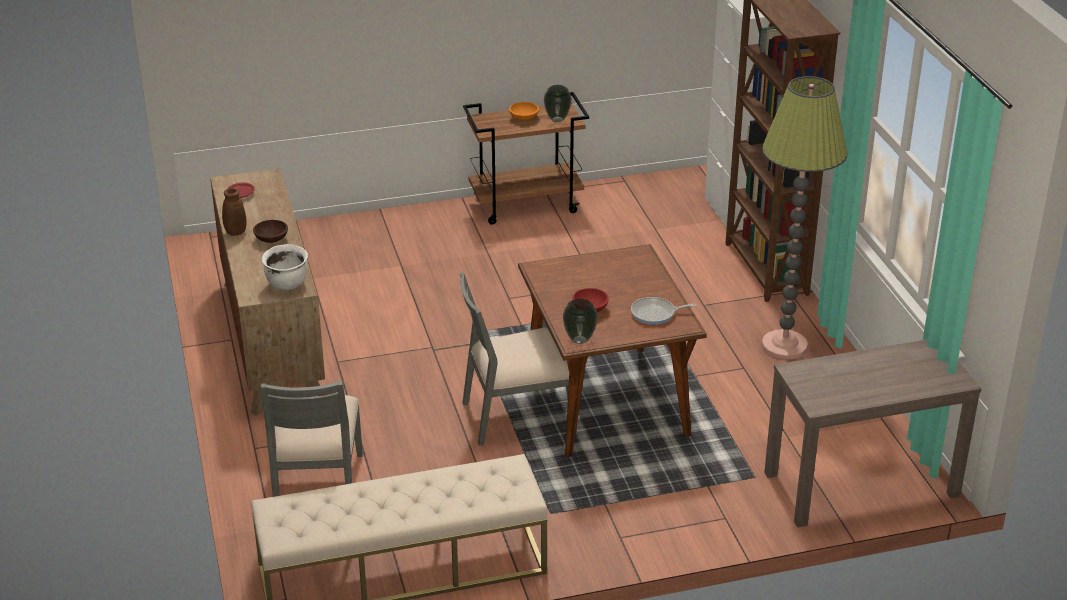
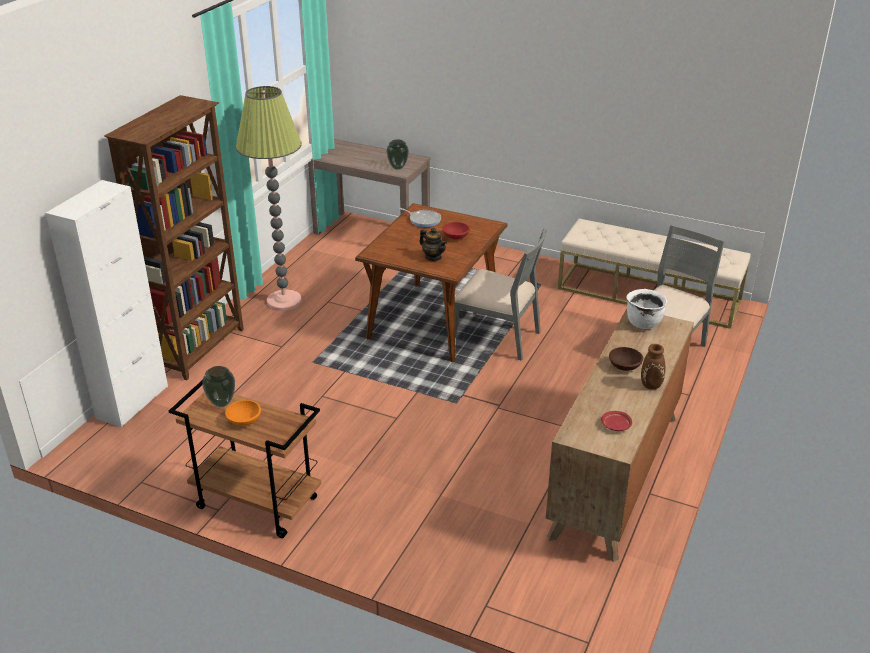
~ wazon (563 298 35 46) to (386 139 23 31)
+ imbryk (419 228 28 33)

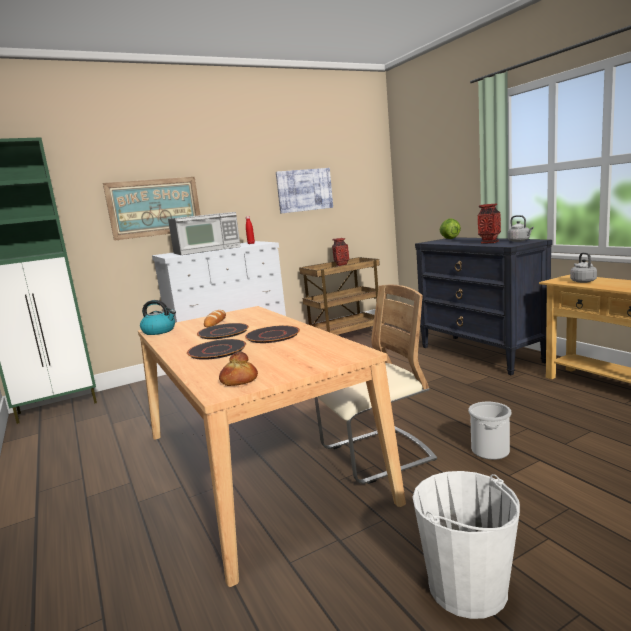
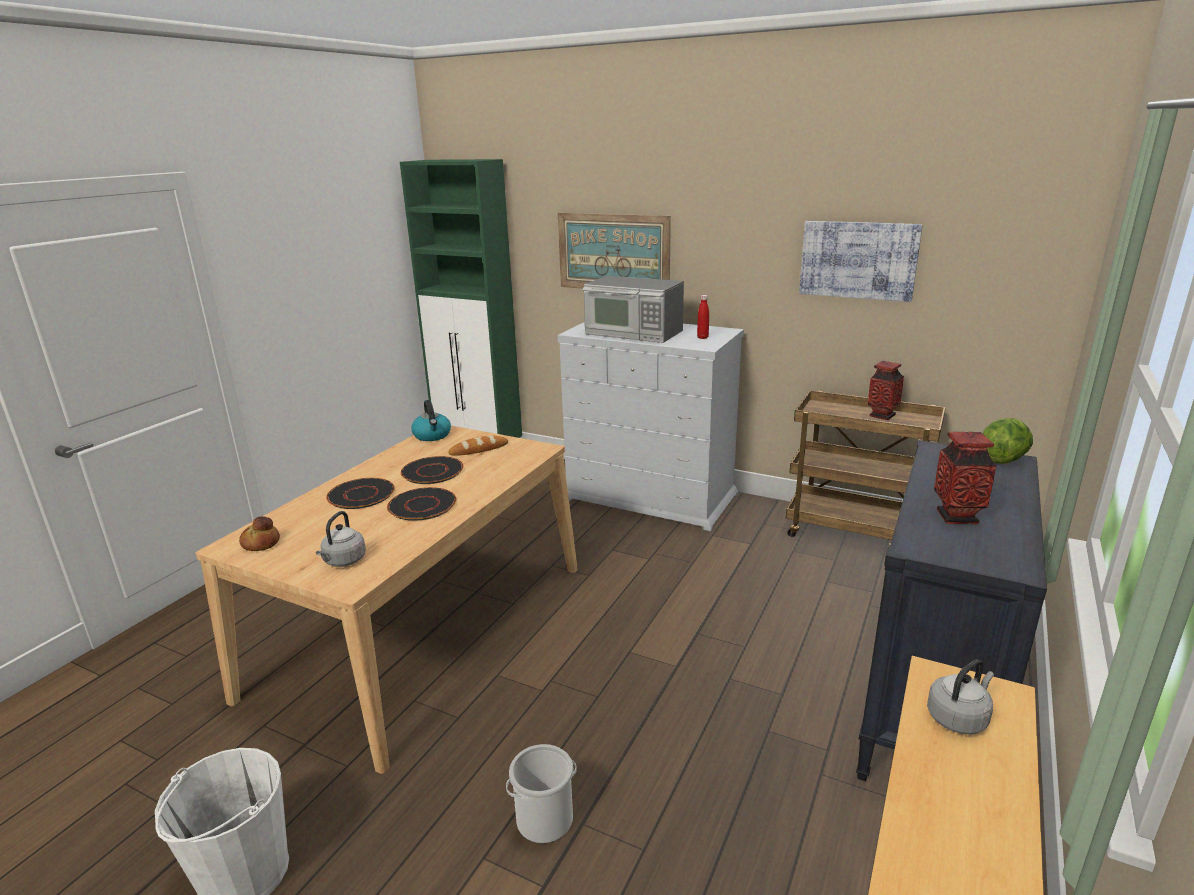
~ czajnik [szary] (508 215 26 27) to (316 511 50 56)
- krzesło [beżowy] (314 285 123 199)

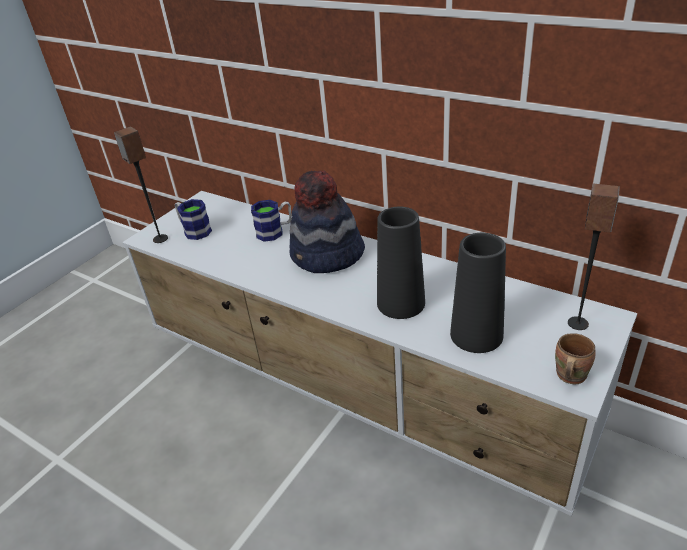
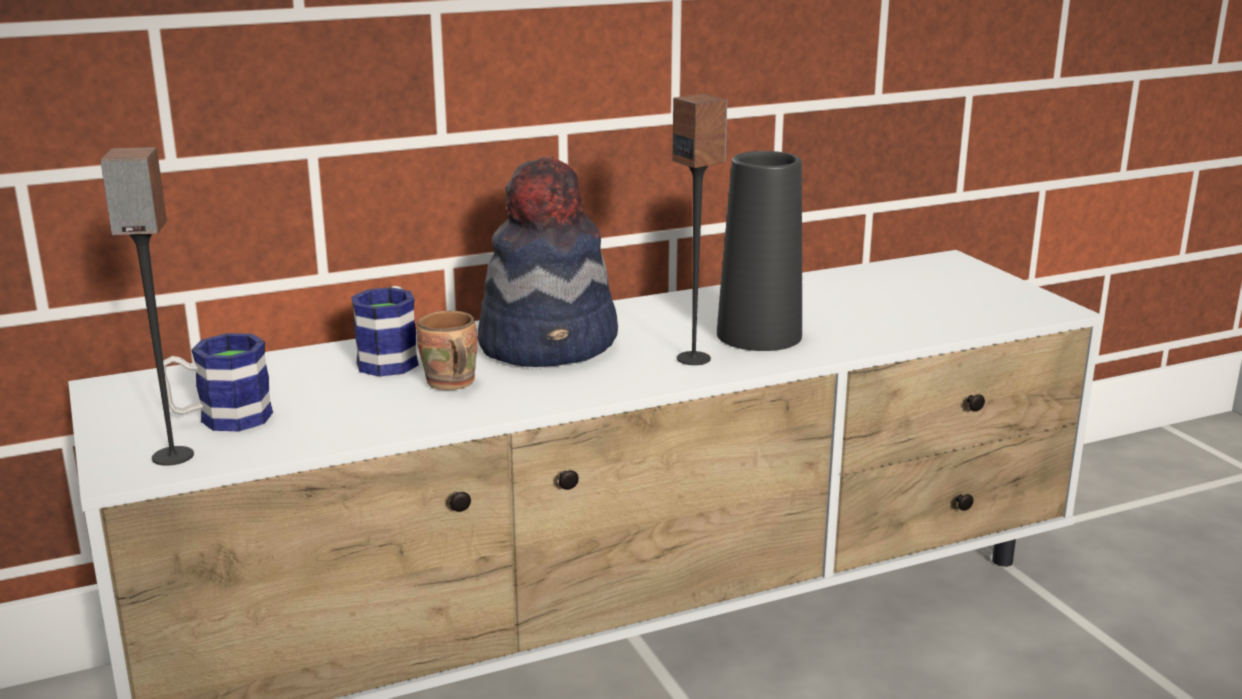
~ głośnik (568 184 52 146) to (672 94 55 271)
- wazon [czarny] (450 233 56 120)
~ kubek [brązowy] (555 333 40 51) to (417 311 61 79)

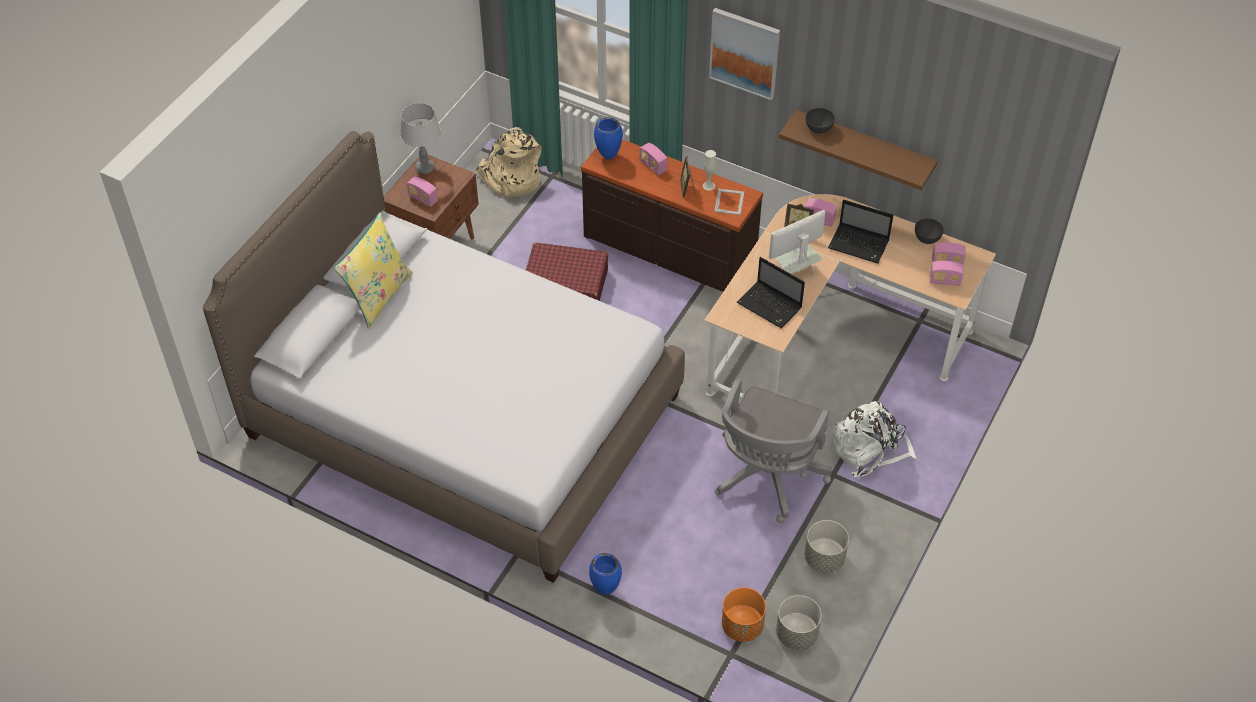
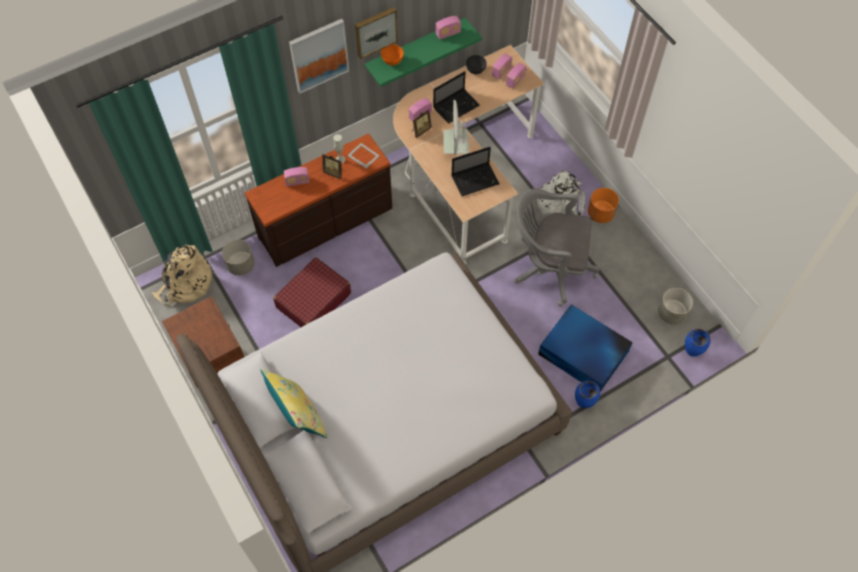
- lampa stołowa [szary] (400 103 41 71)
~ miska [szary] (806 108 29 26) to miska [pomarańczowy] (381 44 23 21)
~ półka [brązowy] (779 110 159 80) to półka [zielony] (365 18 117 69)
~ wazon [niebieski] (594 117 29 43) to (685 329 26 28)
~ radio (407 176 31 31) to (436 16 25 23)
~ krzesło biurowe [szary] (715 379 117 144) = (514 188 85 118) 135 degrees clockwise
~ donica [szary] (805 520 44 53) to (222 239 33 37)
~ donica [pomarańczowy] (722 587 44 55) to (588 188 31 35)
+ obraz (355 7 43 52)
+ pojemnik do przechowywania [niebieski] (538 304 95 88)

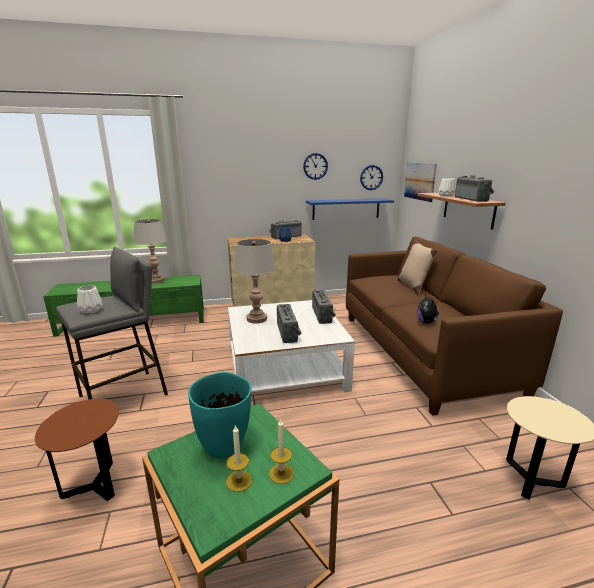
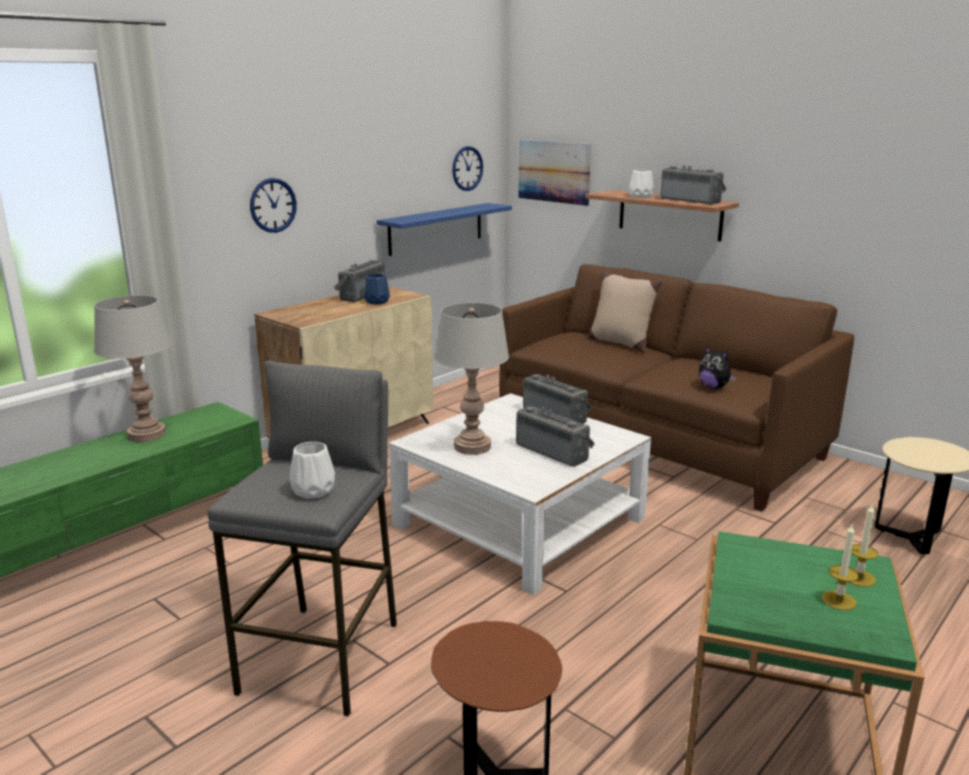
~ zegar ścienny (303 153 25 27) to (250 178 47 55)
- wazon [turkusowy] (188 372 63 86)

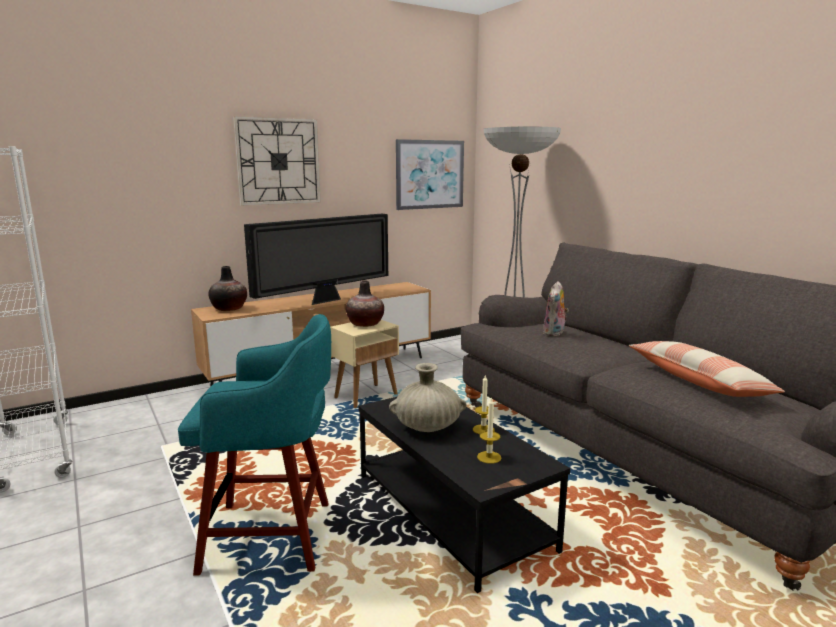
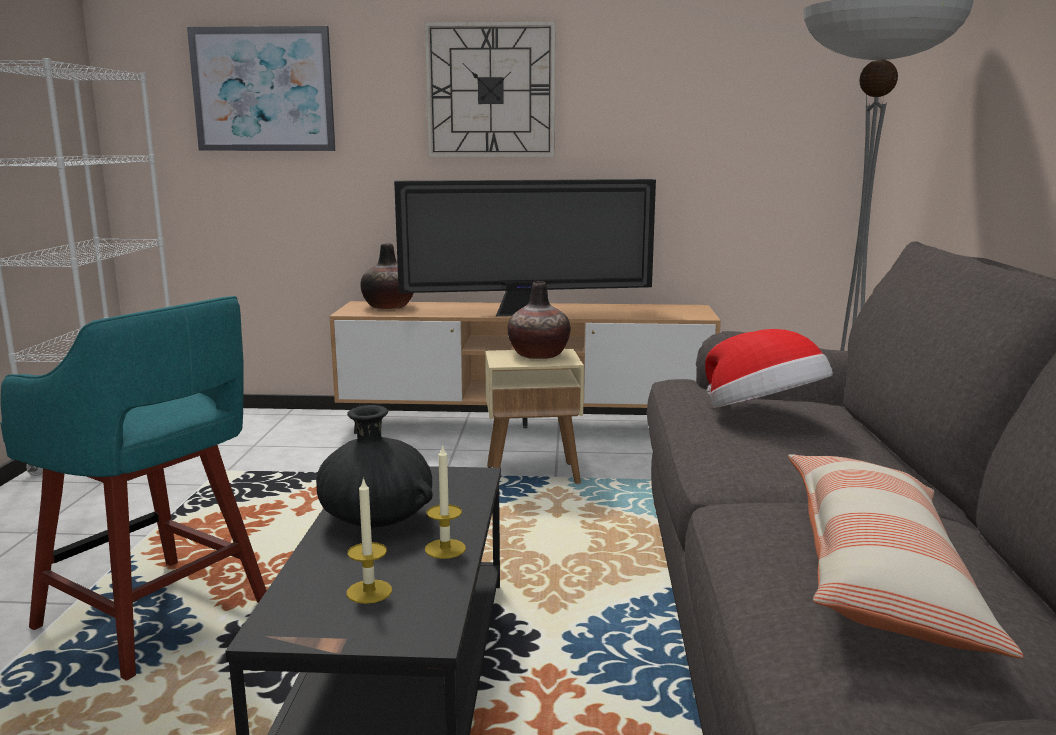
~ obraz (396 139 68 71) to (187 26 148 125)
~ pluszak (543 281 26 55) to kapelusz (705 329 128 79)
~ wazon [beżowy] (389 363 78 69) to wazon [czarny] (316 405 117 122)

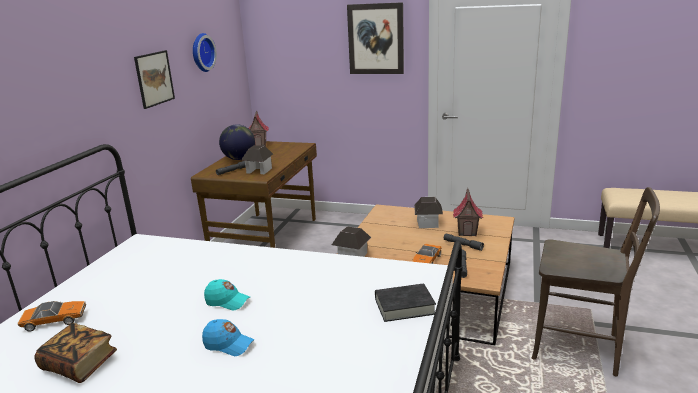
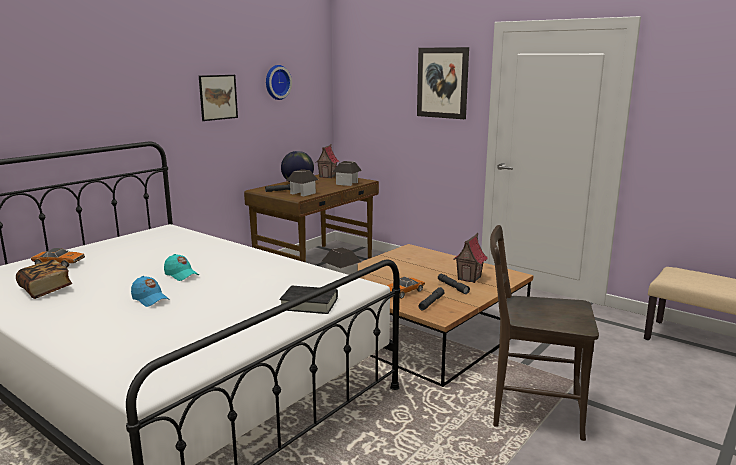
~ krzesło [brązowy] (532 187 128 190) = (490 225 109 216) 150 degrees clockwise
~ domek (414 196 29 32) to (333 161 29 25)

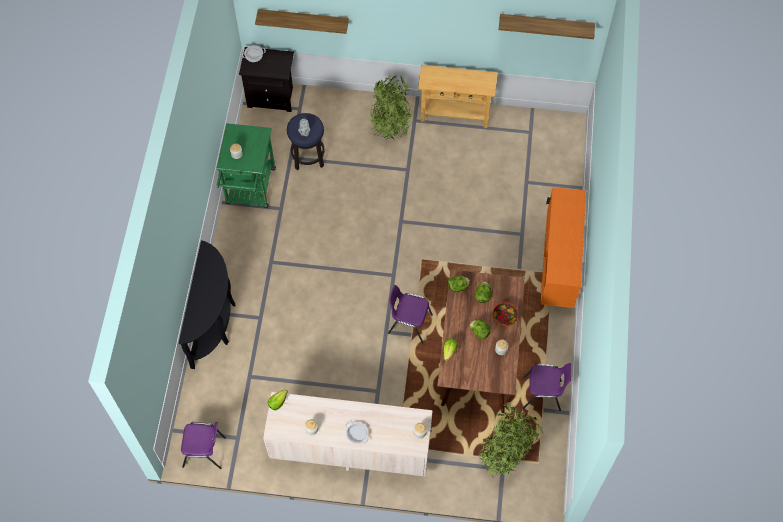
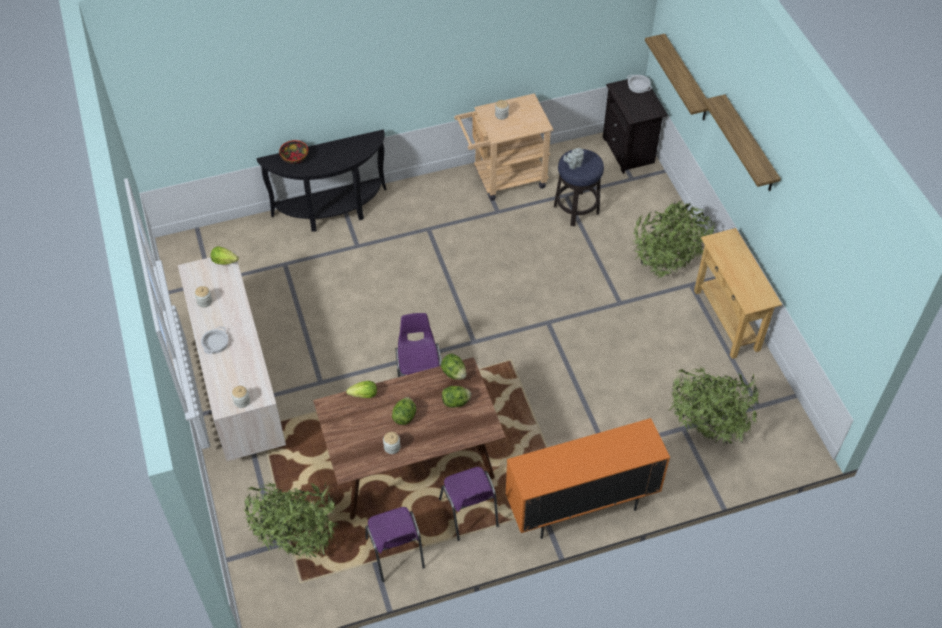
~ półka (499 14 96 25) to (703 94 78 97)
~ wózek [zielony] (216 123 60 85) to wózek [beżowy] (454 93 99 108)
~ miska (493 302 25 24) to (279 140 29 24)
~ krzesło [fioletowy] (181 422 45 47) to (439 467 60 74)
+ roślina doniczkowa (668 366 91 78)

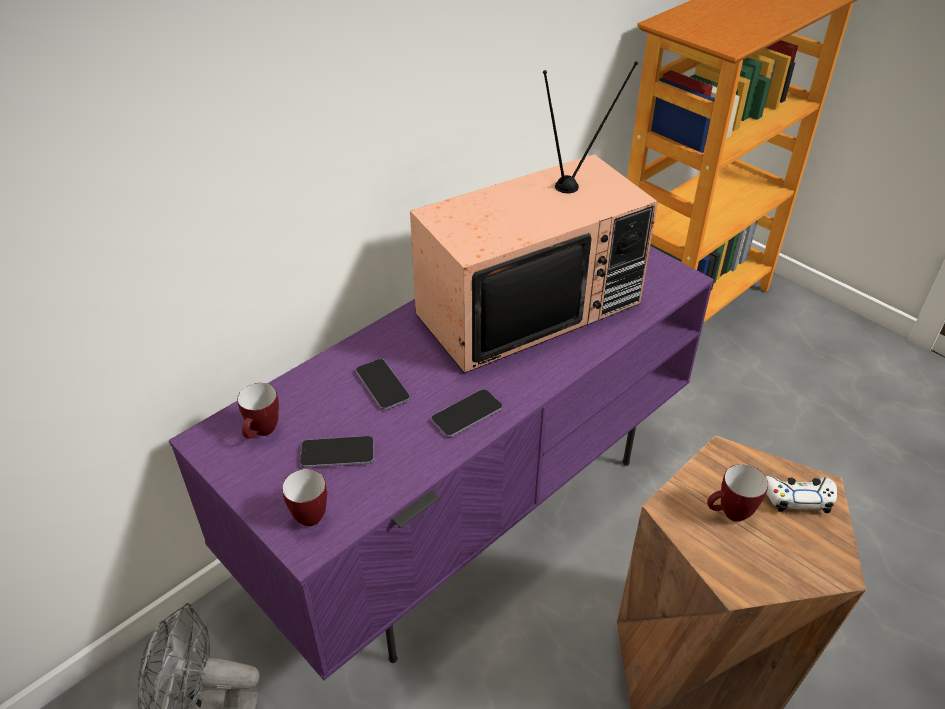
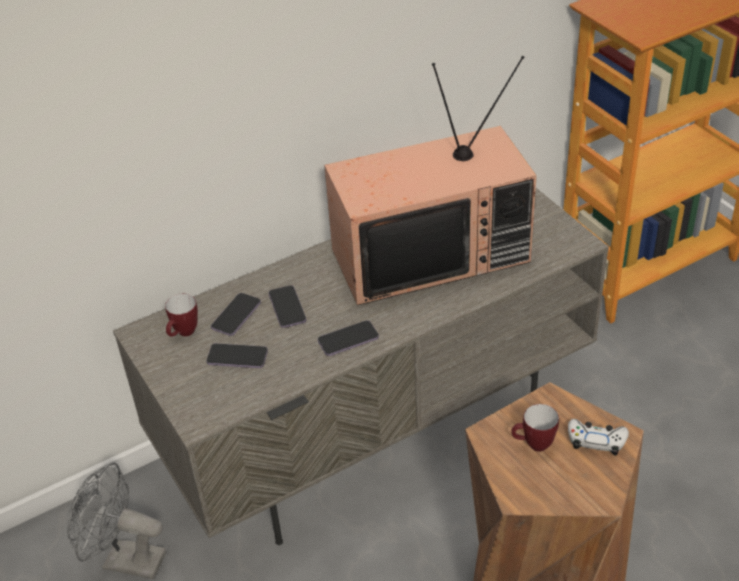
~ szafka pod telewizor [fioletowy] (169 246 545 434) to szafka pod telewizor [szary] (113 188 496 357)
- kubek (282 469 45 58)
+ telefon (211 293 50 43)

